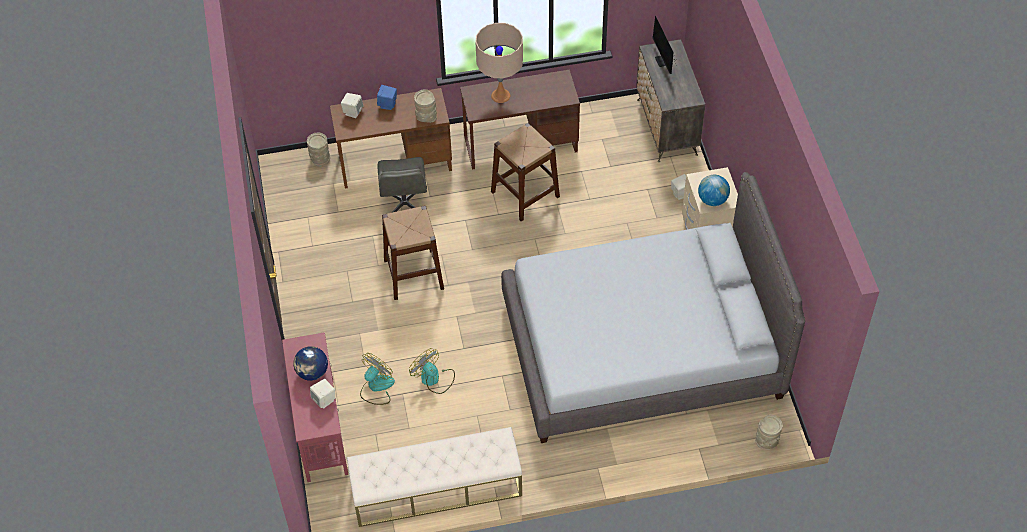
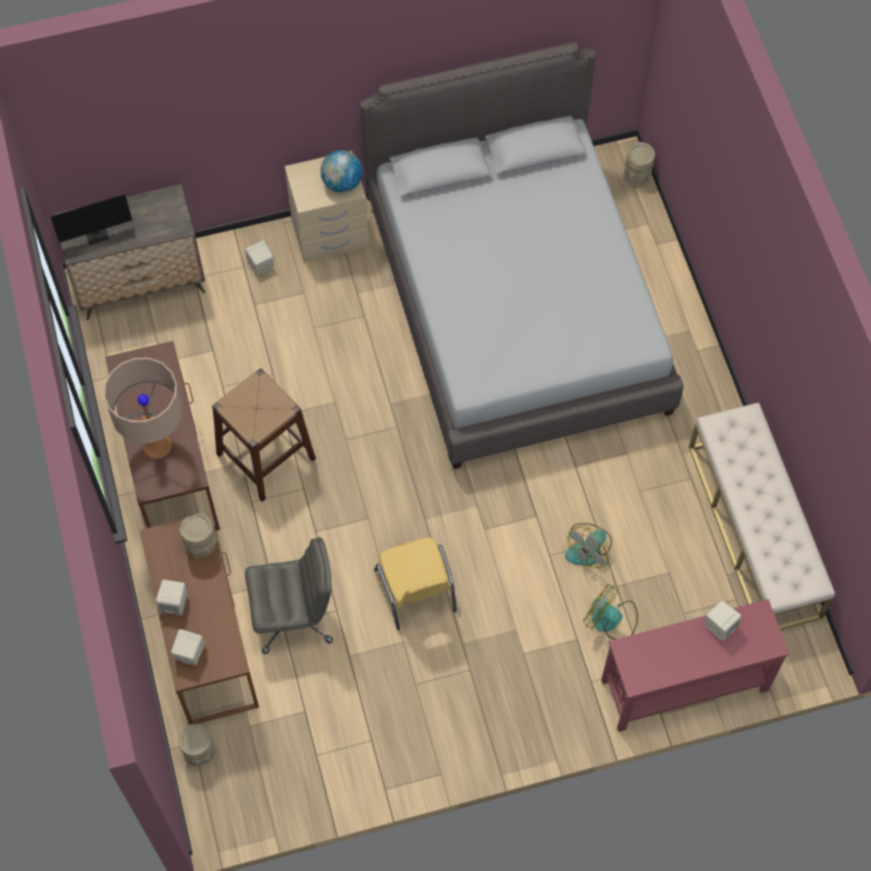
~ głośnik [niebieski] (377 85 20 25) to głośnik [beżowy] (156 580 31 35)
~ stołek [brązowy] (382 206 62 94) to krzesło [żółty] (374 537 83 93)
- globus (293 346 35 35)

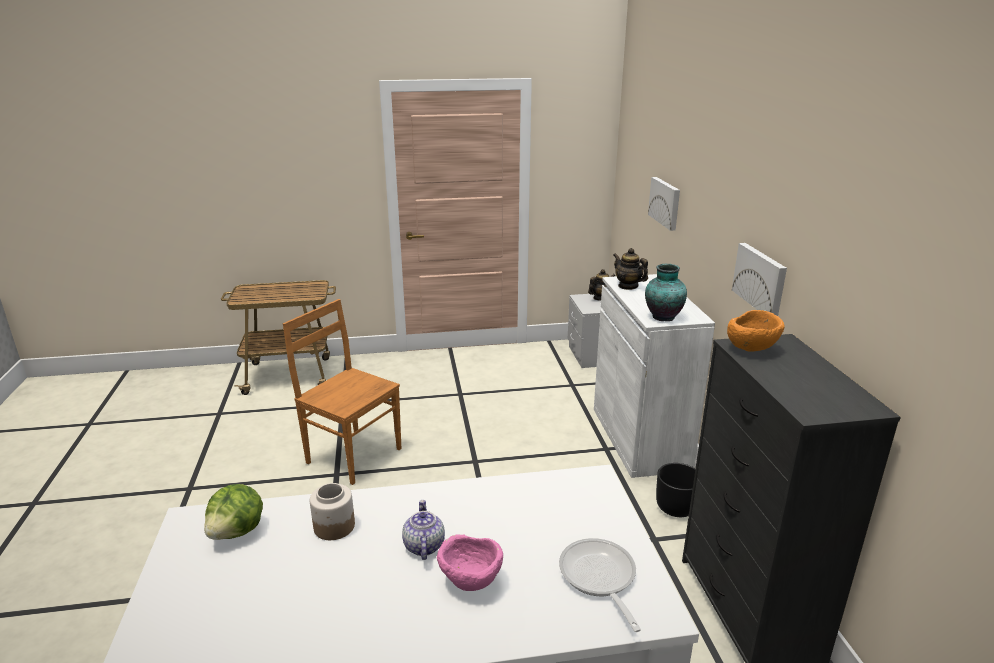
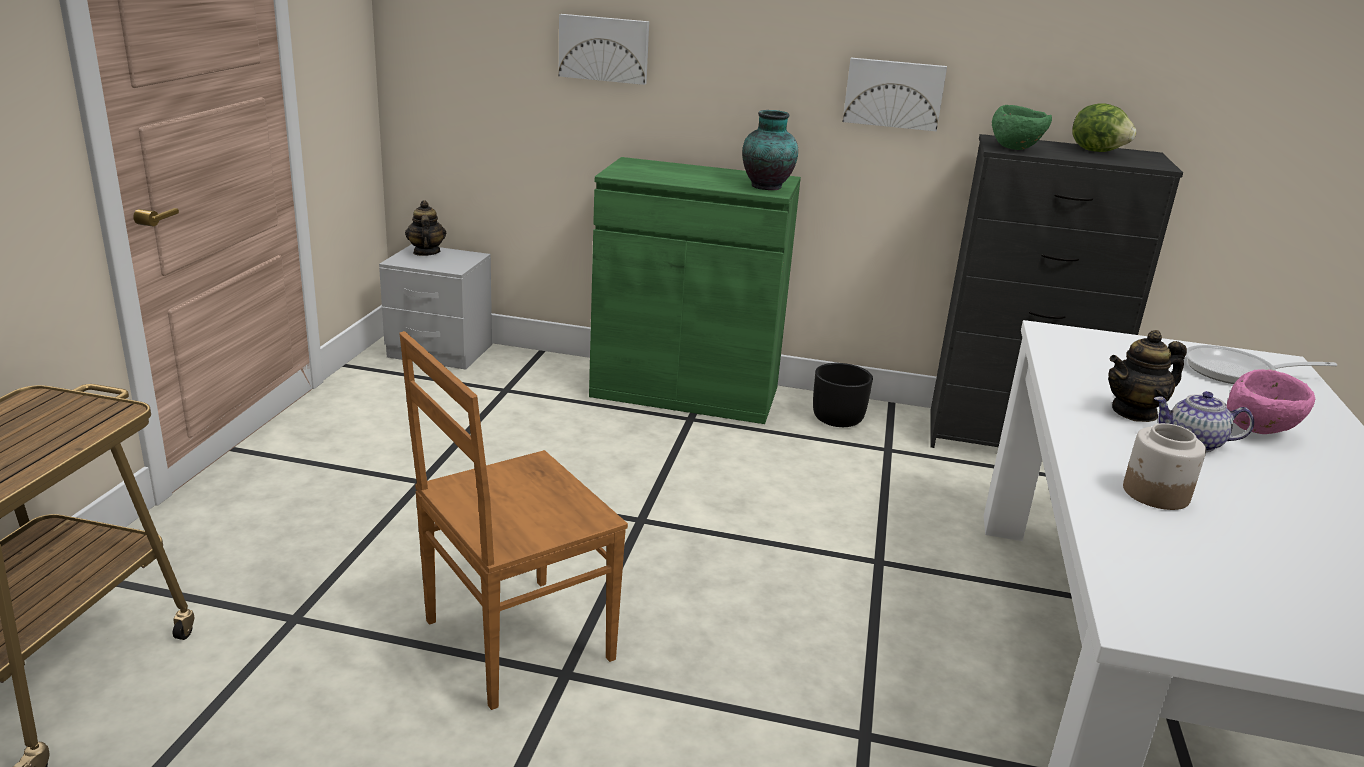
~ imbryk (613 248 35 42) to (1108 330 79 92)
~ szafka [biały] (594 274 121 204) to szafka [zielony] (589 157 212 267)
~ miska [pomarańczowy] (727 310 58 42) to miska [zielony] (992 105 60 45)
~ sałata (204 484 59 56) to (1072 103 65 49)

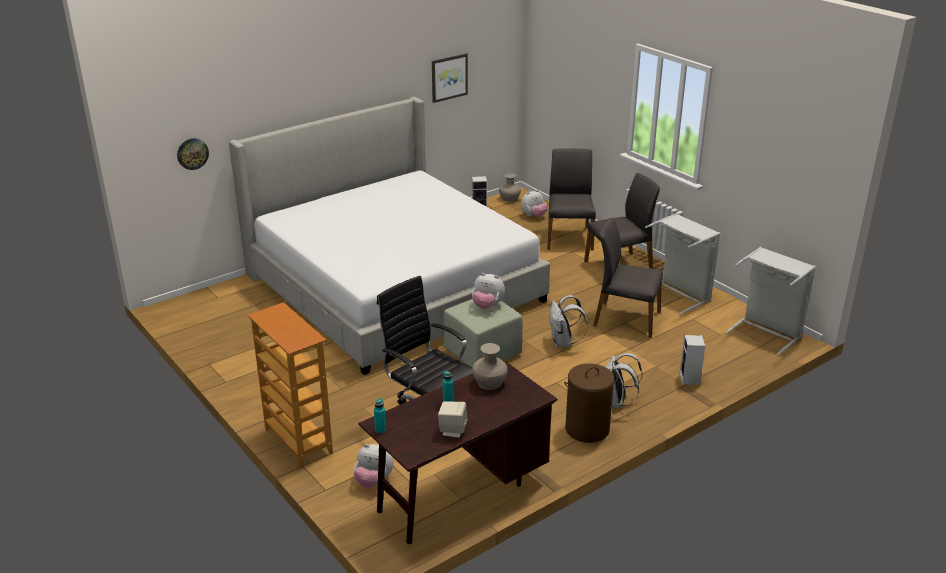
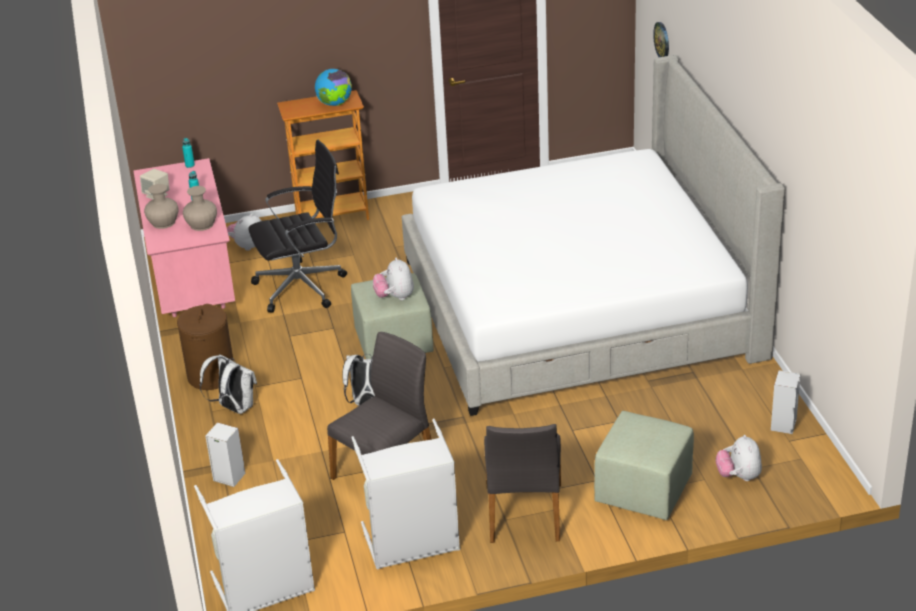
- obraz (432 53 36 50)
~ krzesło [szary] (547 148 49 103) to pufa [zielony] (594 411 100 109)
~ wazon [beżowy] (499 173 22 29) to (144 184 35 45)
~ pluszak (472 273 33 36) = (373 258 41 42) 60 degrees counterclockwise
~ biurko [brązowy] (358 360 199 184) to biurko [różowy] (134 158 101 159)
+ globus (315 69 37 37)

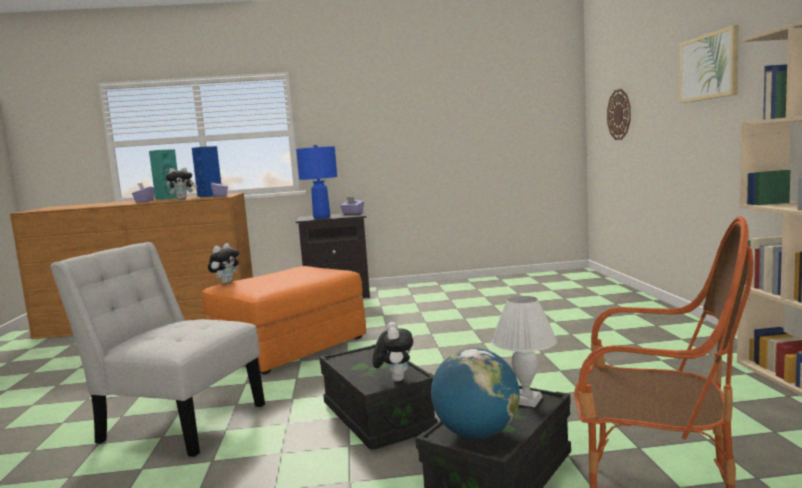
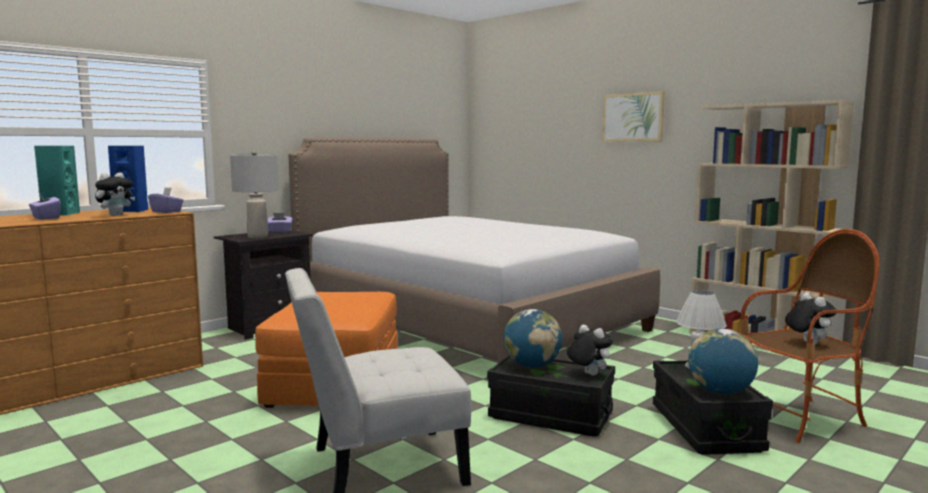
- zegar ścienny (607 89 24 51)
~ lampa stołowa [niebieski] (296 145 41 74) to lampa stołowa [szary] (230 151 49 87)
~ pluszak (208 243 32 41) to (785 293 51 52)
+ łóżko (288 137 372 225)
+ globus (504 309 58 59)

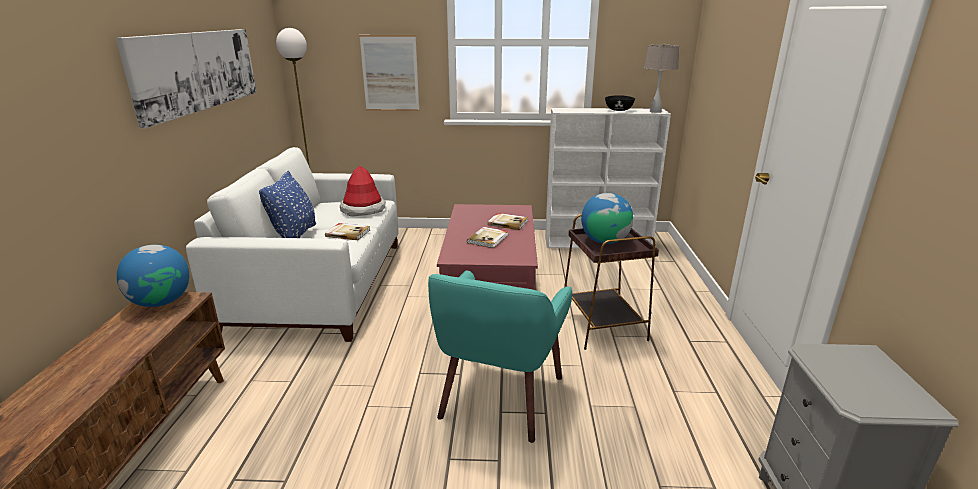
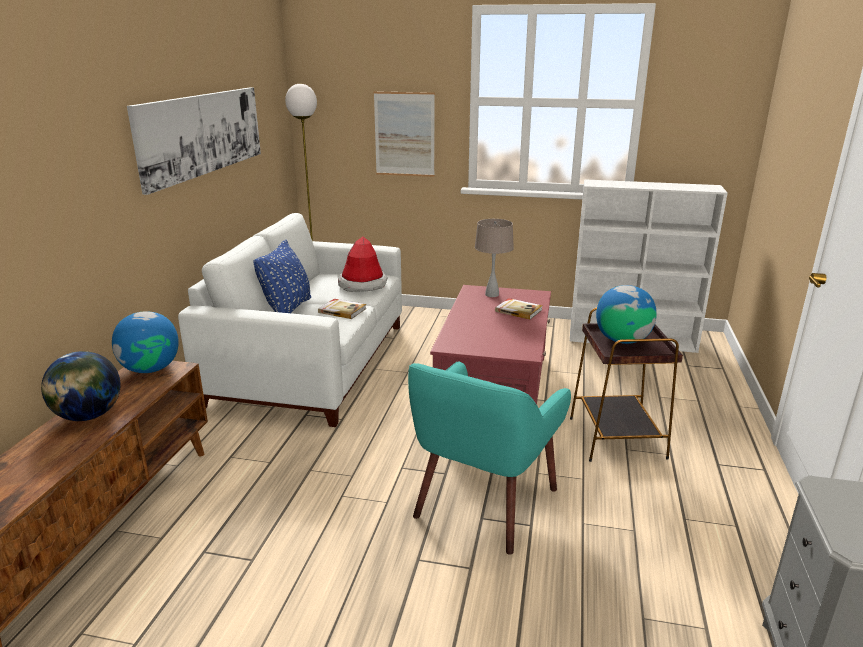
~ lampa stołowa [beżowy] (644 44 35 69) to (475 219 39 78)
- miska [czarny] (605 95 30 16)
- książka (467 227 41 21)
+ globus (41 351 80 70)

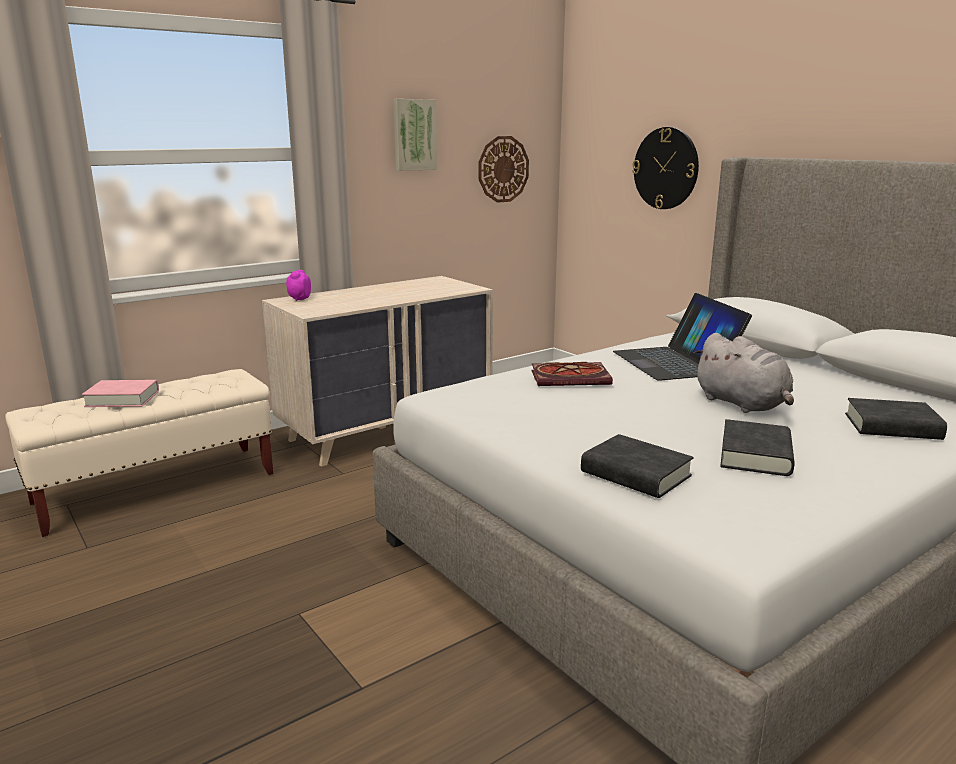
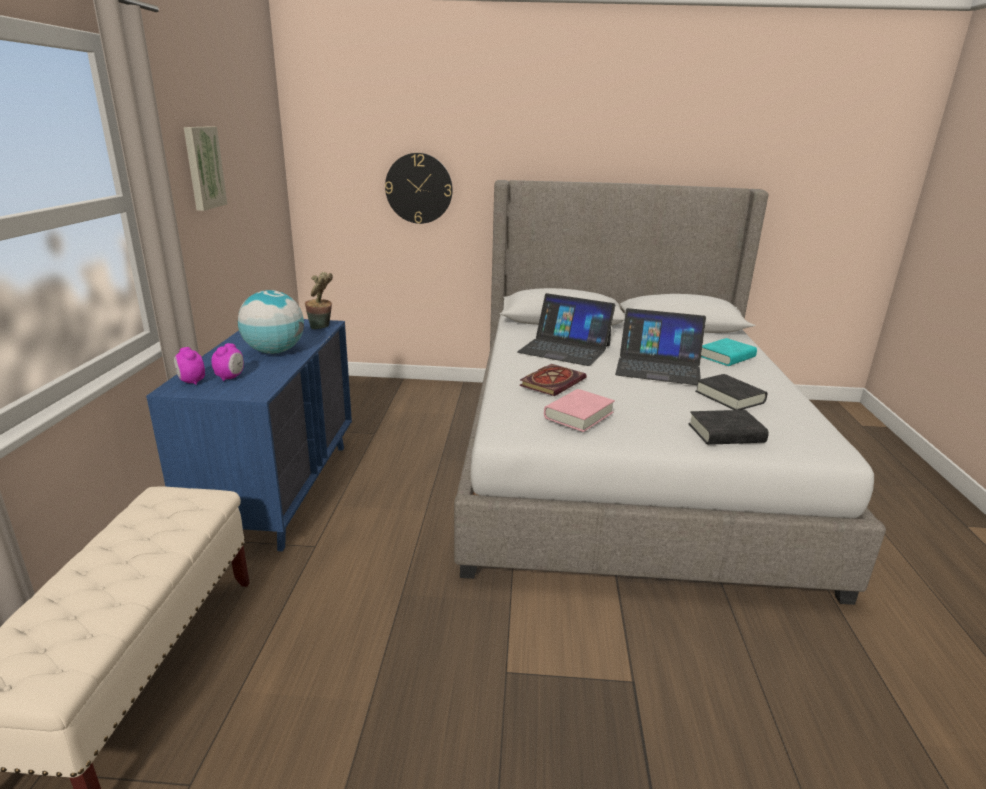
- zegar ścienny (479 136 50 67)
~ komoda [beżowy] (262 276 231 191) to komoda [niebieski] (146 319 206 233)
~ pluszak [szary] (693 333 101 80) to laptop (615 308 91 77)
~ książka [różowy] (82 380 77 27) to (544 389 71 43)
~ książka [czarny] (845 398 102 42) to książka [turkusowy] (701 338 56 28)
+ roślina doniczkowa (305 272 28 57)
+ globus (238 290 66 64)
+ budzik (211 343 33 38)

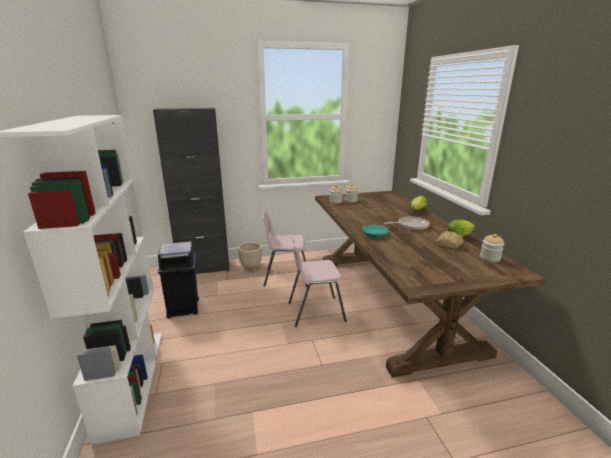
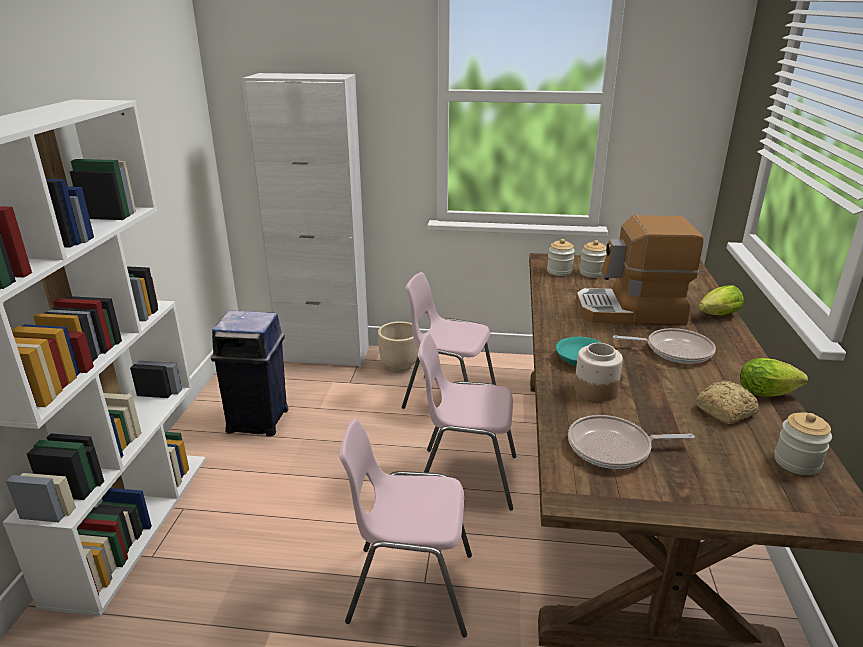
~ szafka [czarny] (153 108 77 166) to szafka [biały] (242 73 127 294)
+ ekspres do kawy (576 215 128 109)
+ słoik (574 343 49 58)
+ patelnia (568 415 127 54)
+ krzesło [różowy] (339 419 133 218)

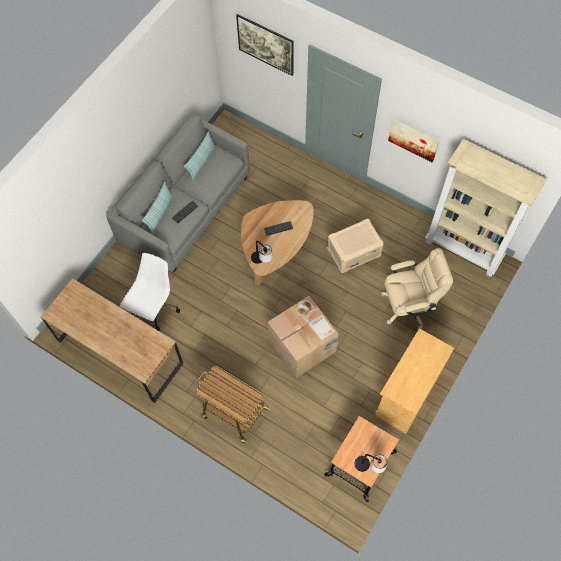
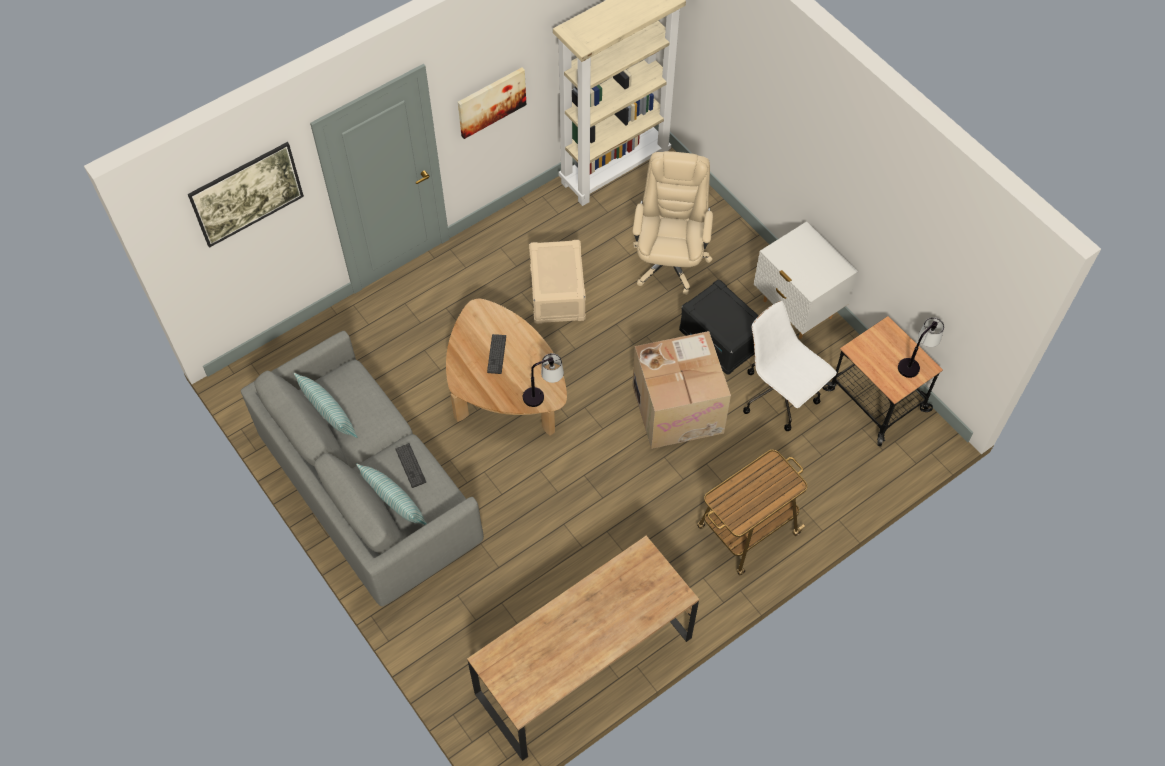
~ krzesło biurowe [biały] (120 253 60 78) to (743 301 94 130)
~ szafka [beżowy] (375 328 79 106) to szafka nocna [biały] (754 221 104 118)
+ pojemnik do przechowywania [czarny] (679 280 80 94)

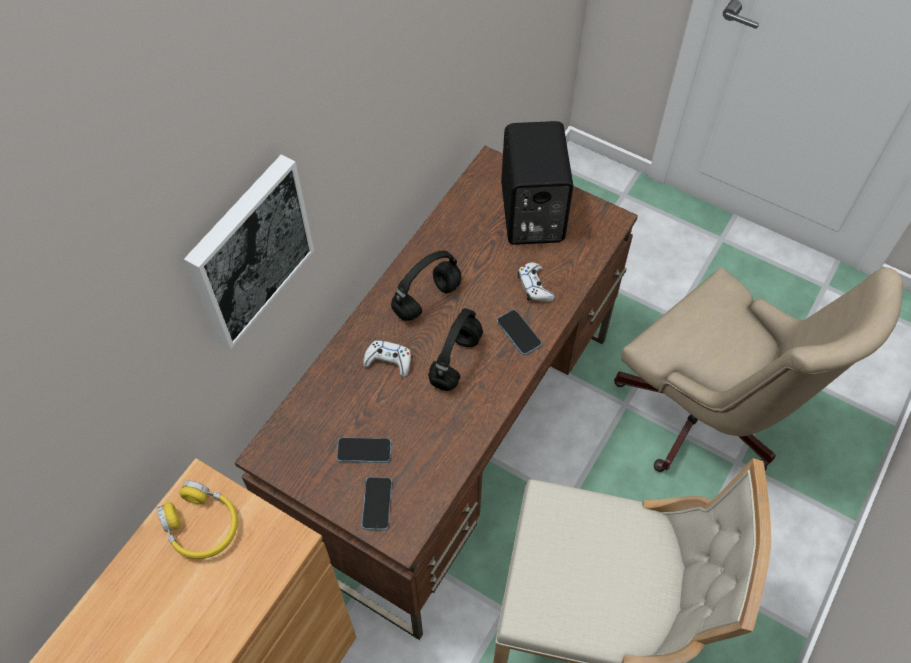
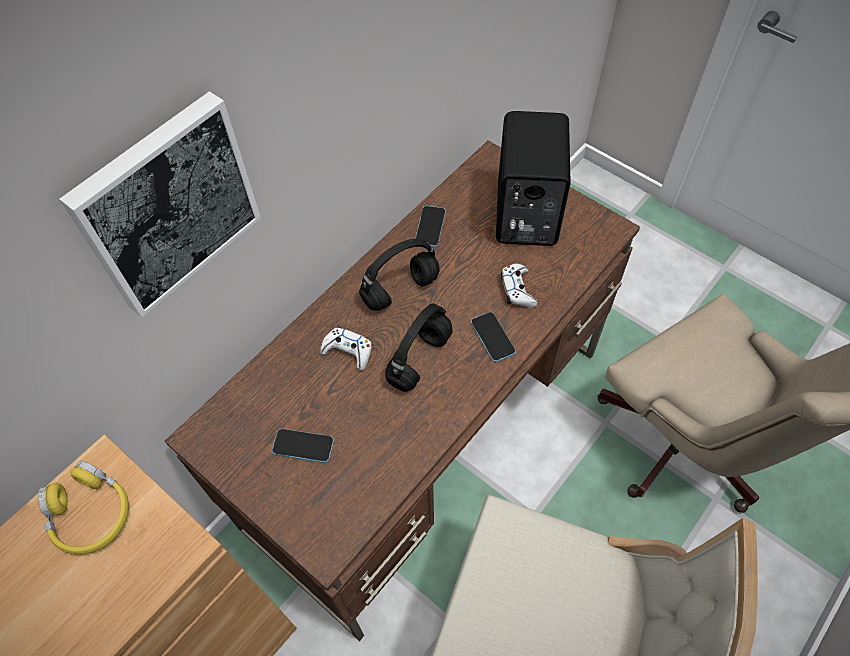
~ telefon (362 477 30 53) to (415 206 31 41)

